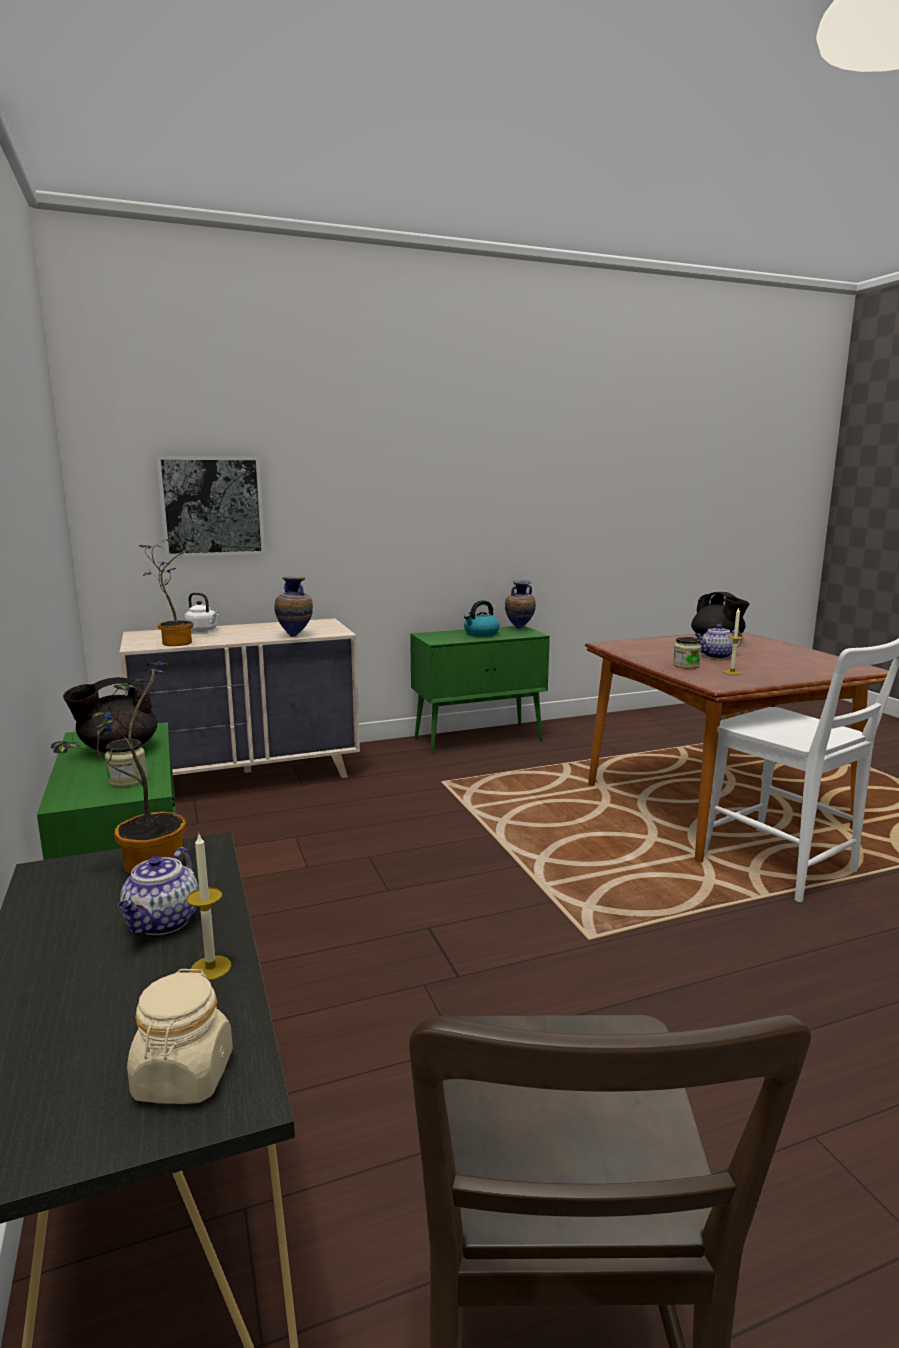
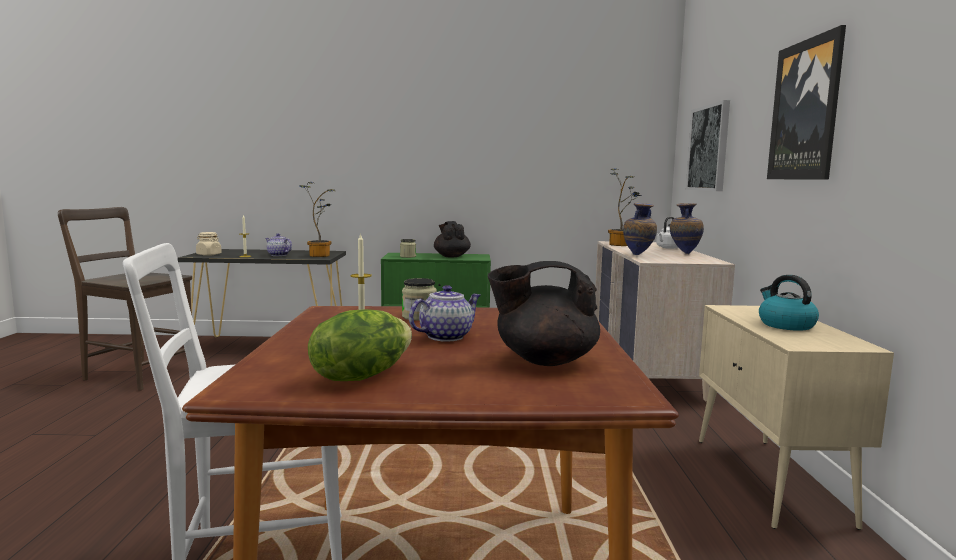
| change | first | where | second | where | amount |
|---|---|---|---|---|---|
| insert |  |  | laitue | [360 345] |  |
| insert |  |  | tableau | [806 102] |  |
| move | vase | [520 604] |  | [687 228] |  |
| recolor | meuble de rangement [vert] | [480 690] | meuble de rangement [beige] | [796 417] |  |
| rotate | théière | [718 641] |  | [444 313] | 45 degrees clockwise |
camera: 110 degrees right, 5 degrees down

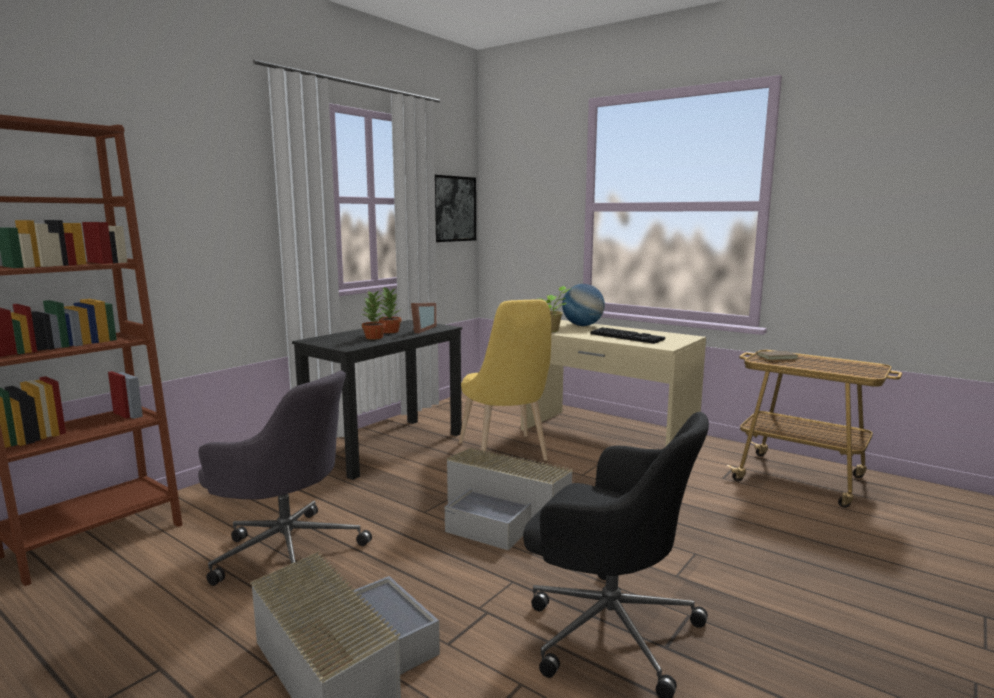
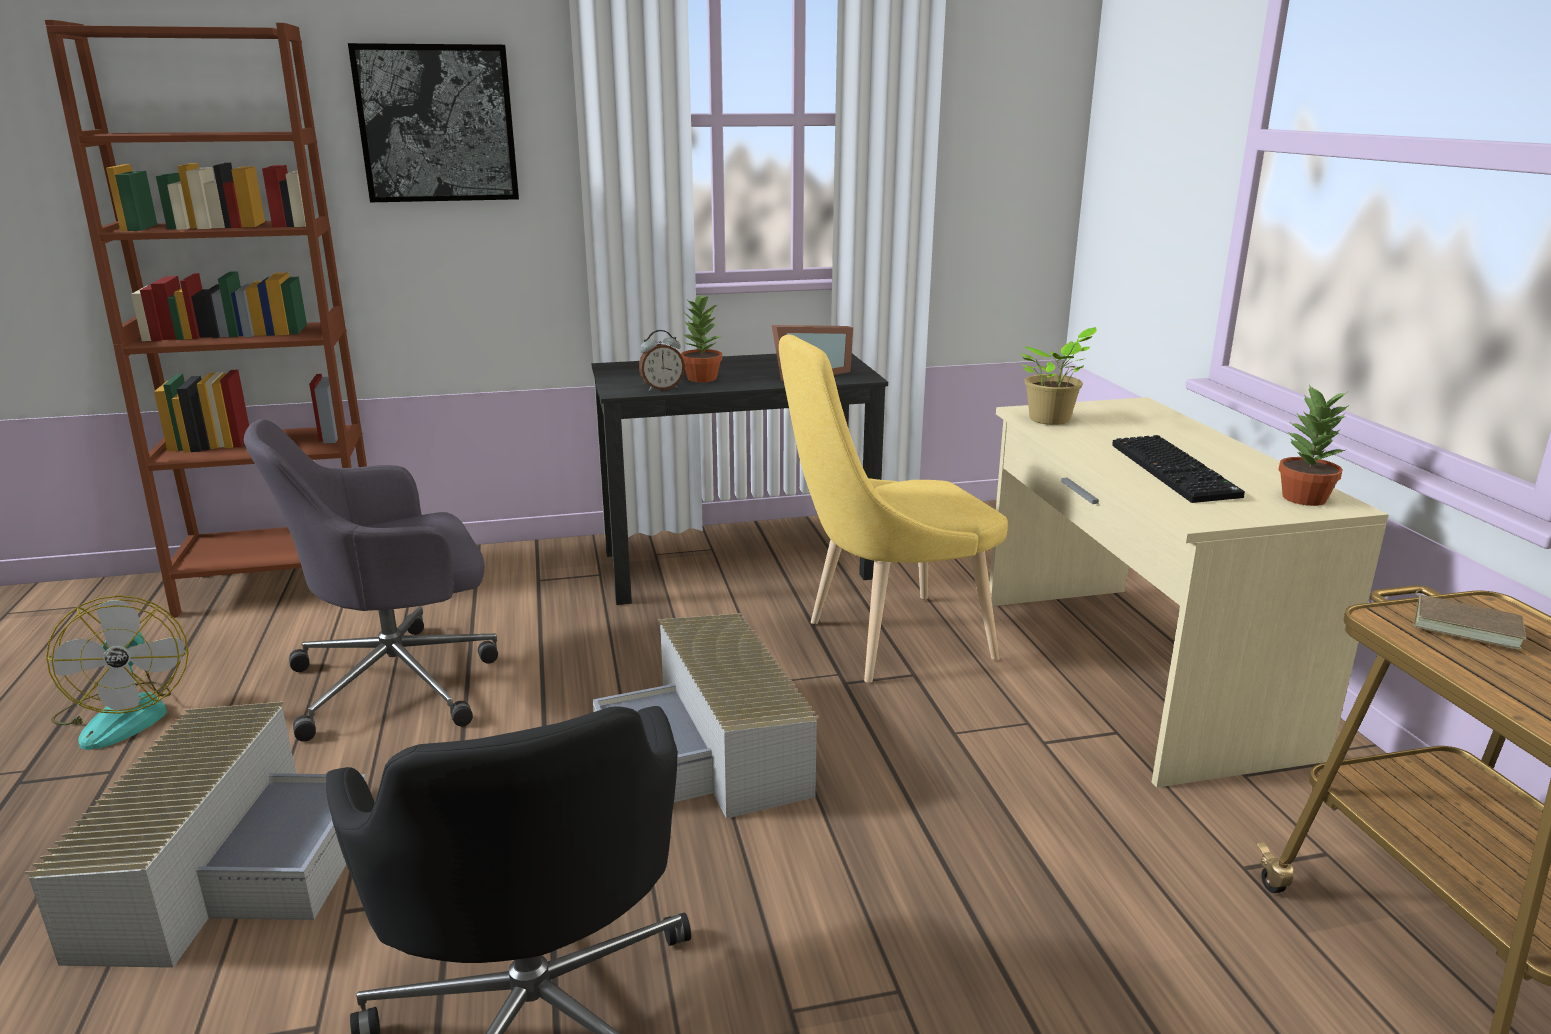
| change | first | where | second | where | amount |
|---|---|---|---|---|---|
| delete | globe | [583 305] |  |  |  |
| insert |  |  | ventilateur | [117 672] |  |
| insert |  |  | réveil | [662 360] |  |
| move | plante en pot | [390 310] |  | [1313 445] |  |
| move | tableau | [455 208] |  | [433 122] |  |
| rotate | chaise de bureau [gris] | [285 478] |  | [371 580] | 90 degrees clockwise |
| rotate | chaise [jaune] | [505 380] |  | [893 508] | 45 degrees clockwise |
camera: 40 degrees right, 10 degrees up

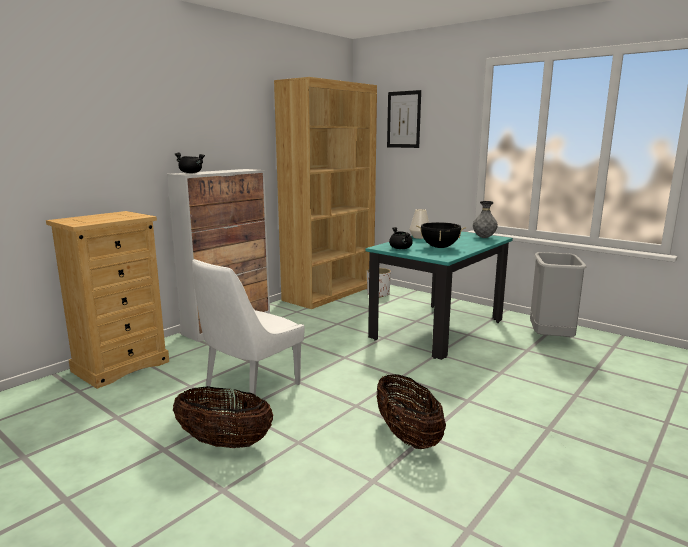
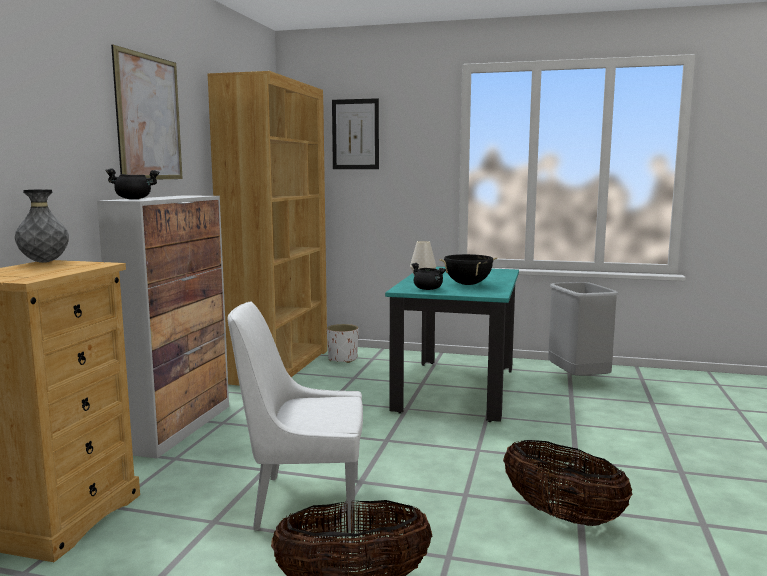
| change | first | where | second | where | amount |
|---|---|---|---|---|---|
| insert |  |  | tableau | [147 112] |  |
| move | vase [gris] | [485 219] |  | [42 226] |  |
| rotate | chaise [blanc] | [248 330] |  | [295 416] | 75 degrees clockwise |
camera: 25 degrees left, 5 degrees down

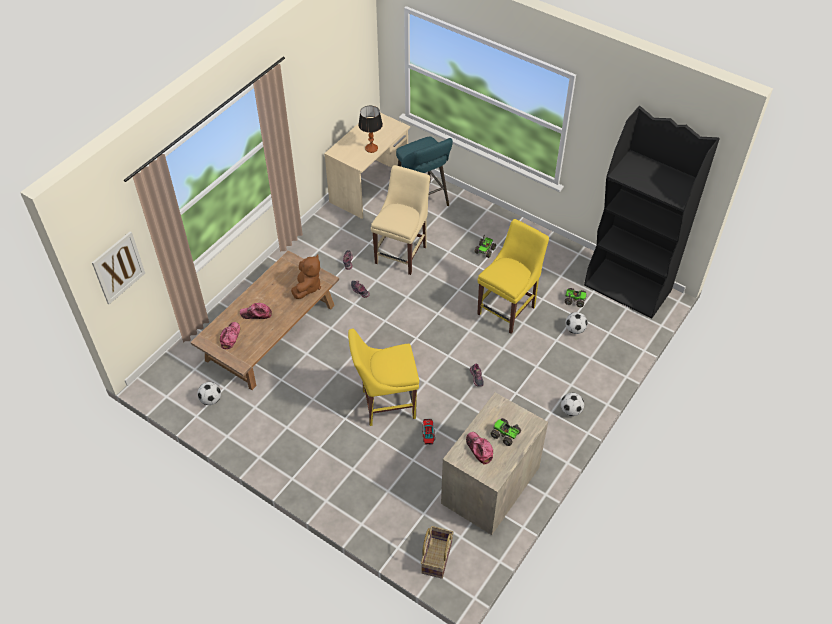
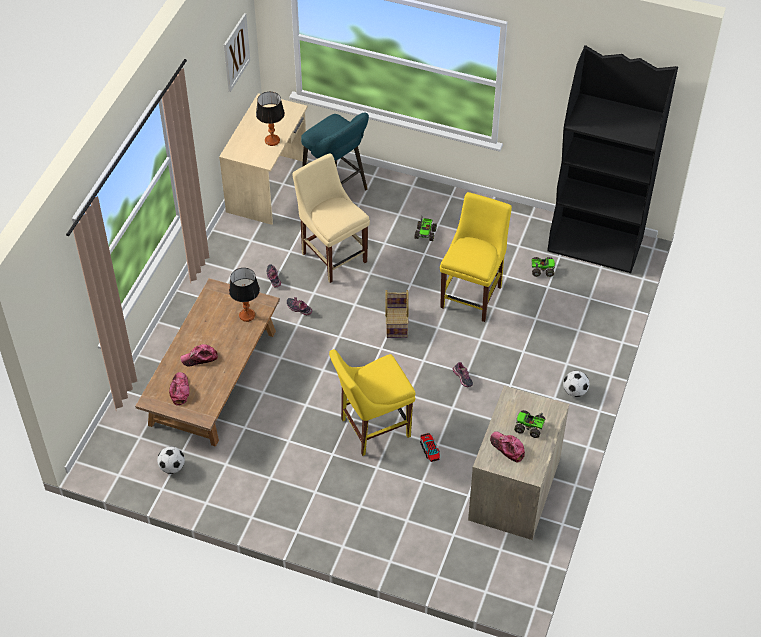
| change | first | where | second | where | amount |
|---|---|---|---|---|---|
| delete | ballon de foot | [576 323] |  |  |  |
| move | tableau | [118 267] |  | [237 52] |  |
| move | panier | [437 552] |  | [397 314] |  |
| replace | peluche [marron] | [306 276] | lampe de table | [244 295] |  |
| rotate | chaise [beige] | [400 220] |  | [331 218] | 45 degrees counterclockwise |
camera: 15 degrees left, 0 degrees up

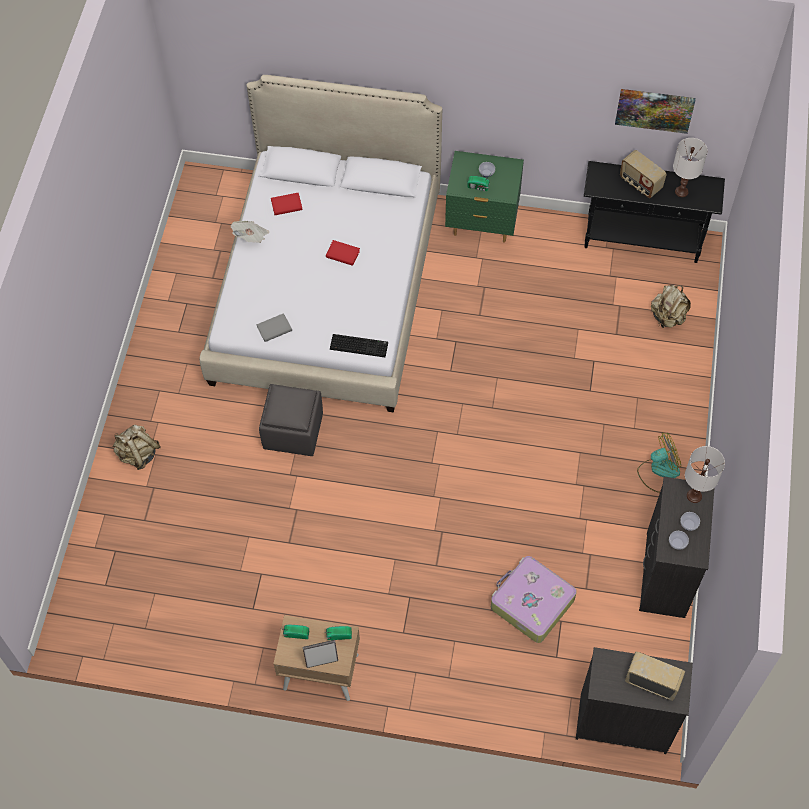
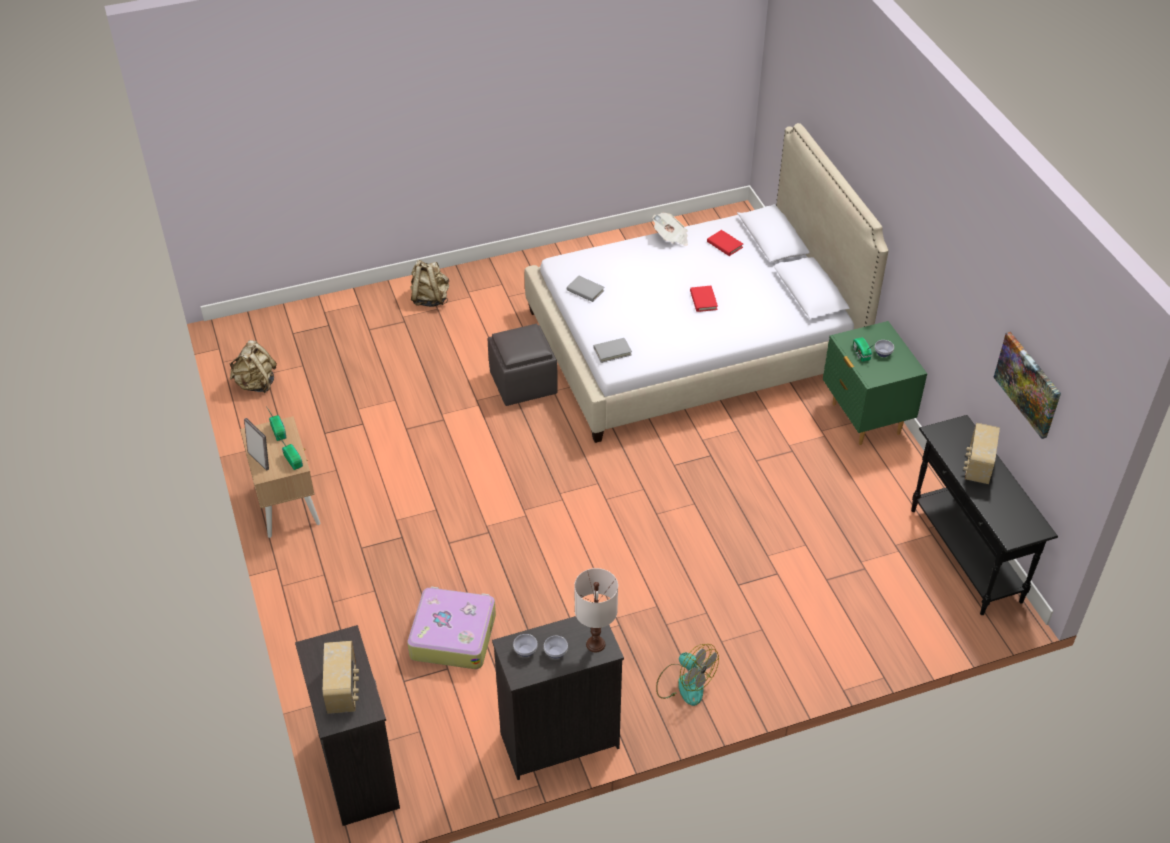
| change | first | where | second | where | amount |
|---|---|---|---|---|---|
| delete | lampe de table [blanc] | [690 167] |  |  |  |
| move | sac à dos [beige] | [671 306] |  | [253 366] |  |
| replace | clavier | [359 345] | livre [gris] | [612 350] |  |
camera: 60 degrees right, 15 degrees down

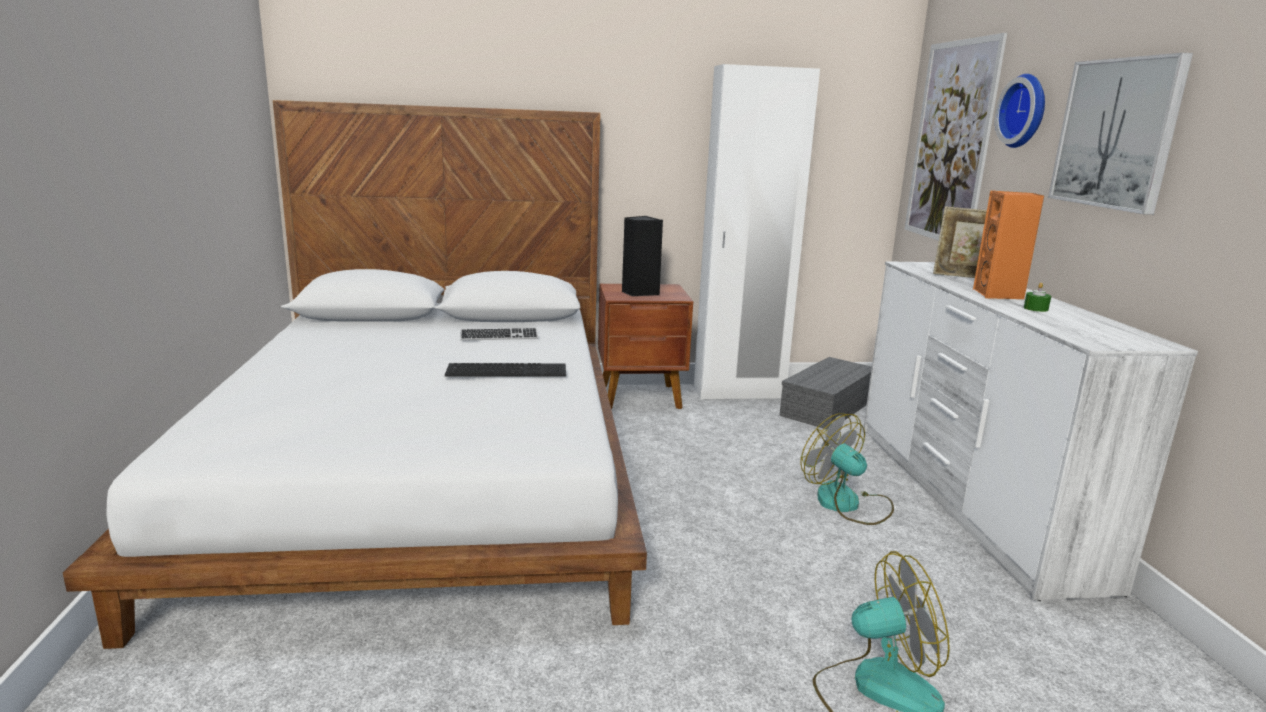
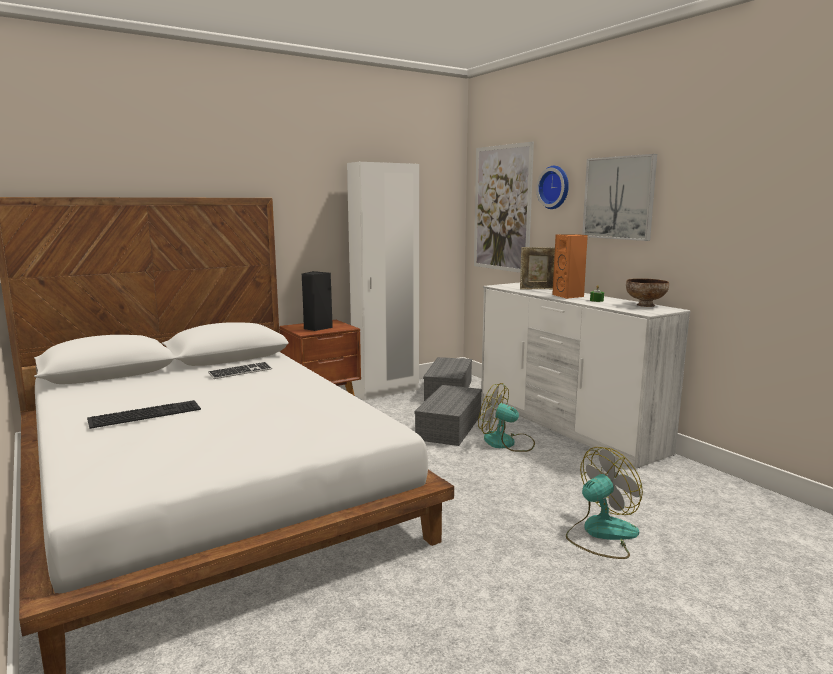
| change | first | where | second | where | amount |
|---|---|---|---|---|---|
| insert |  |  | boîte de rangement [gris] | [448 415] |  |
| insert |  |  | bol | [647 292] |  |
| move | clavier | [505 369] |  | [144 414] |  |
camera: 25 degrees left, 5 degrees down

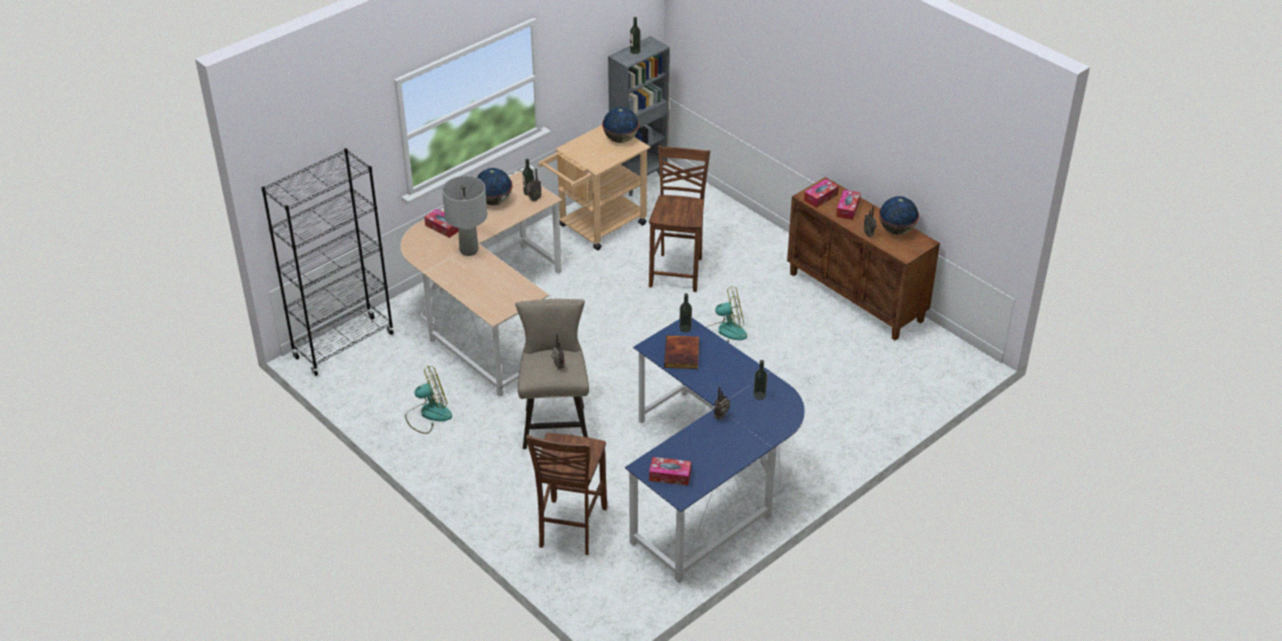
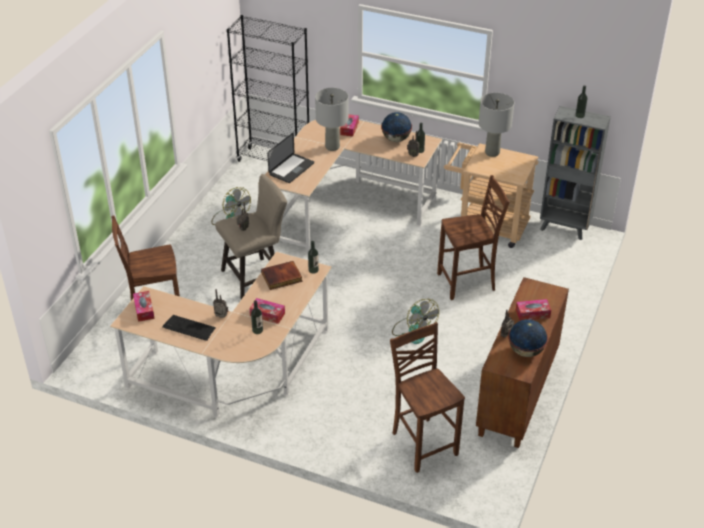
| change | first | where | second | where | amount |
|---|---|---|---|---|---|
| delete | globe | [620 125] |  |  |  |
| insert |  |  | clavier | [189 328] |  |
| insert |  |  | ordinateur portable | [290 158] |  |
| insert |  |  | chaise [marron] | [427 397] |  |
| insert |  |  | lampe de table [gris] | [497 125] |  |
| move | boîte à mouchoirs | [821 193] |  | [267 311] |  |
| recolor | bureau [bleu] | [715 451] | bureau [beige] | [221 335] |  |
camera: 65 degrees right, 0 degrees up

